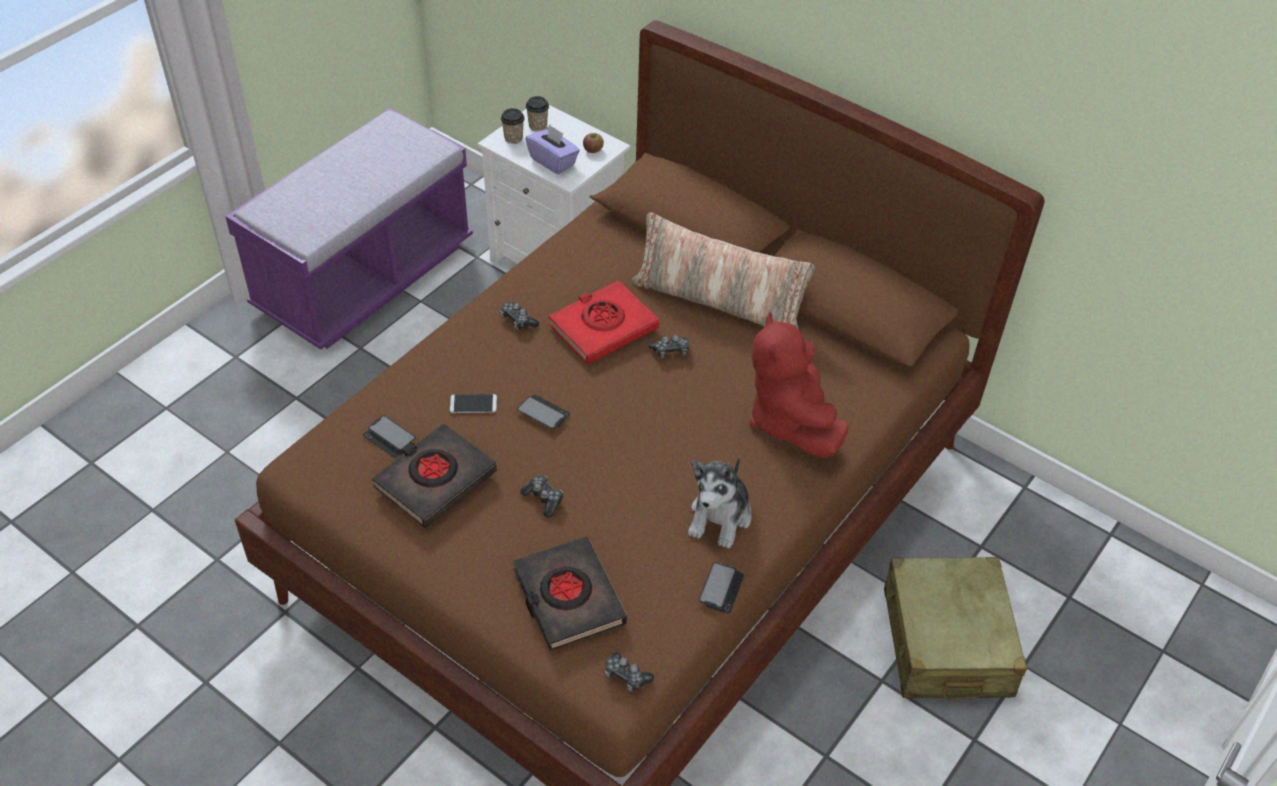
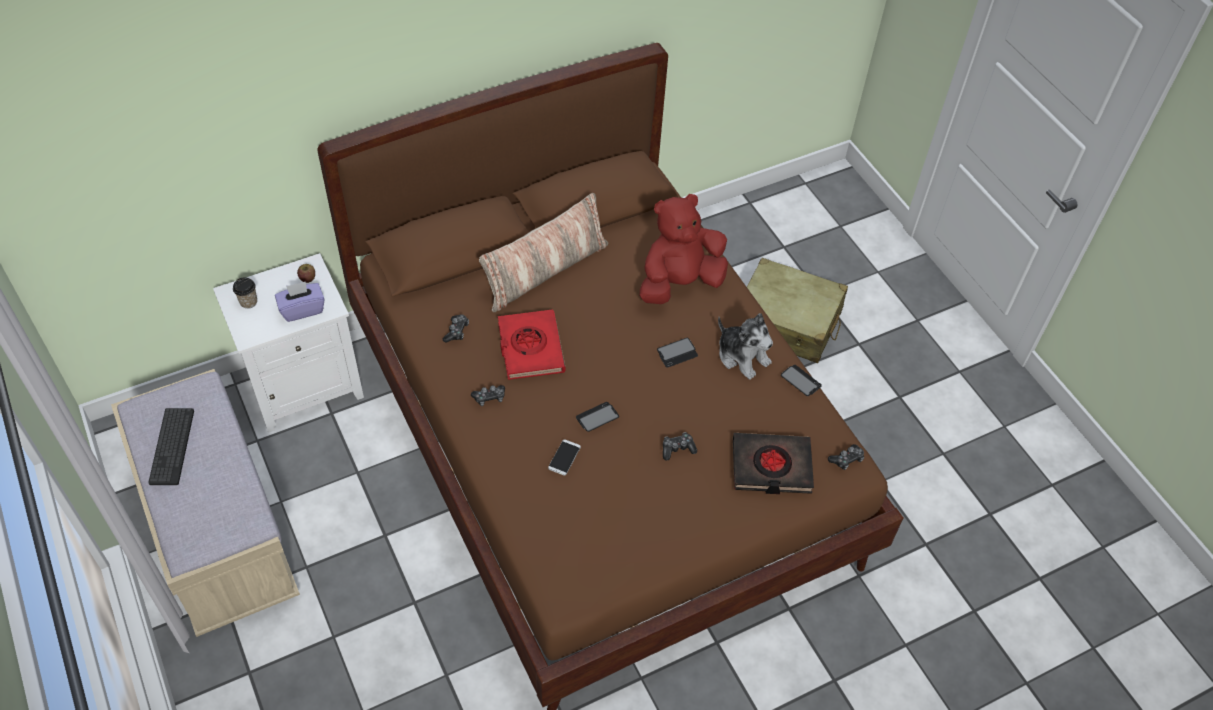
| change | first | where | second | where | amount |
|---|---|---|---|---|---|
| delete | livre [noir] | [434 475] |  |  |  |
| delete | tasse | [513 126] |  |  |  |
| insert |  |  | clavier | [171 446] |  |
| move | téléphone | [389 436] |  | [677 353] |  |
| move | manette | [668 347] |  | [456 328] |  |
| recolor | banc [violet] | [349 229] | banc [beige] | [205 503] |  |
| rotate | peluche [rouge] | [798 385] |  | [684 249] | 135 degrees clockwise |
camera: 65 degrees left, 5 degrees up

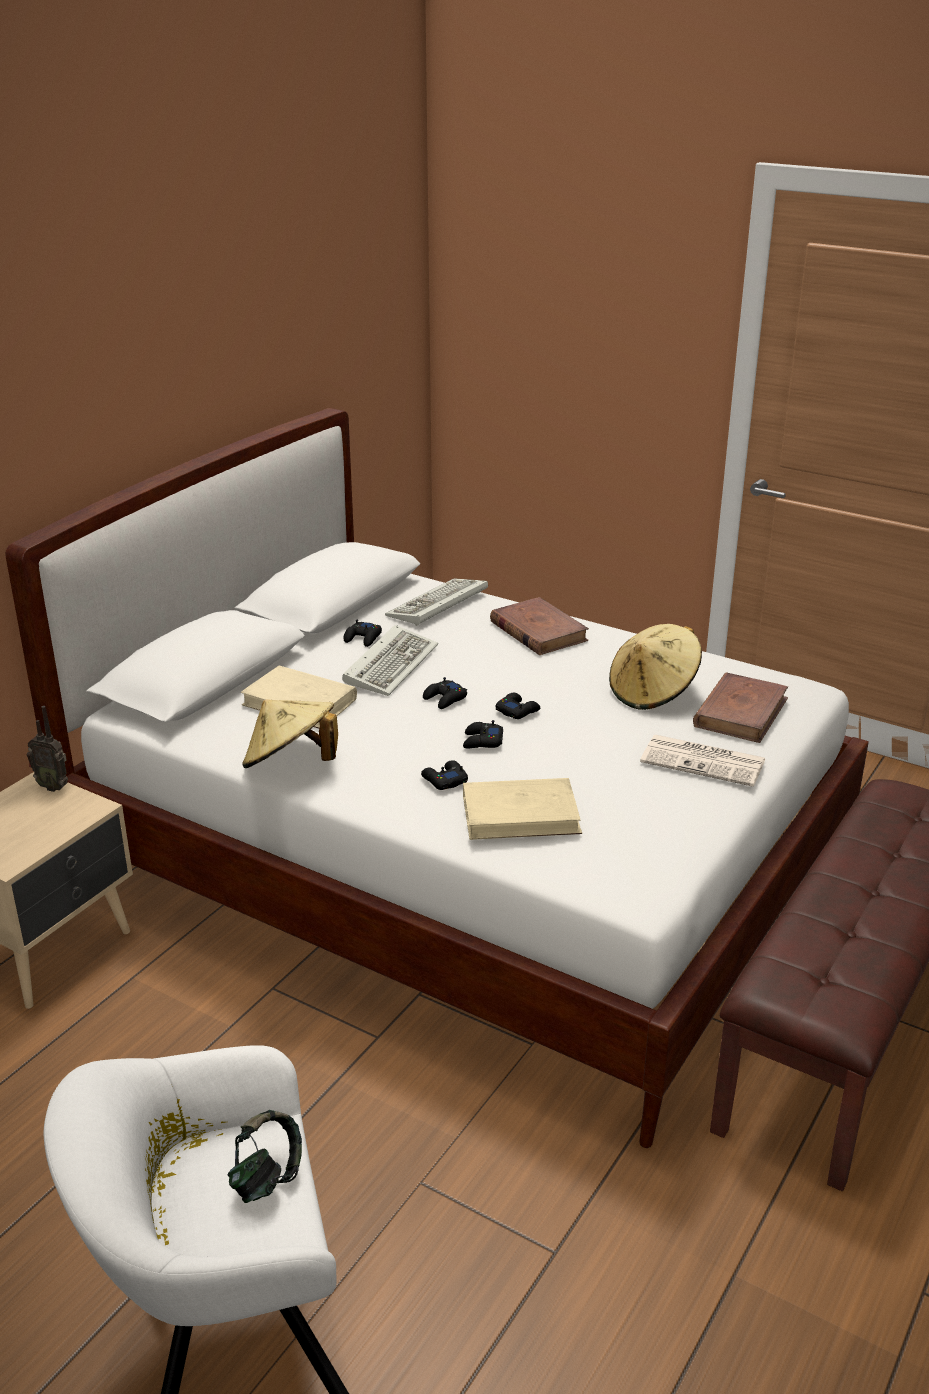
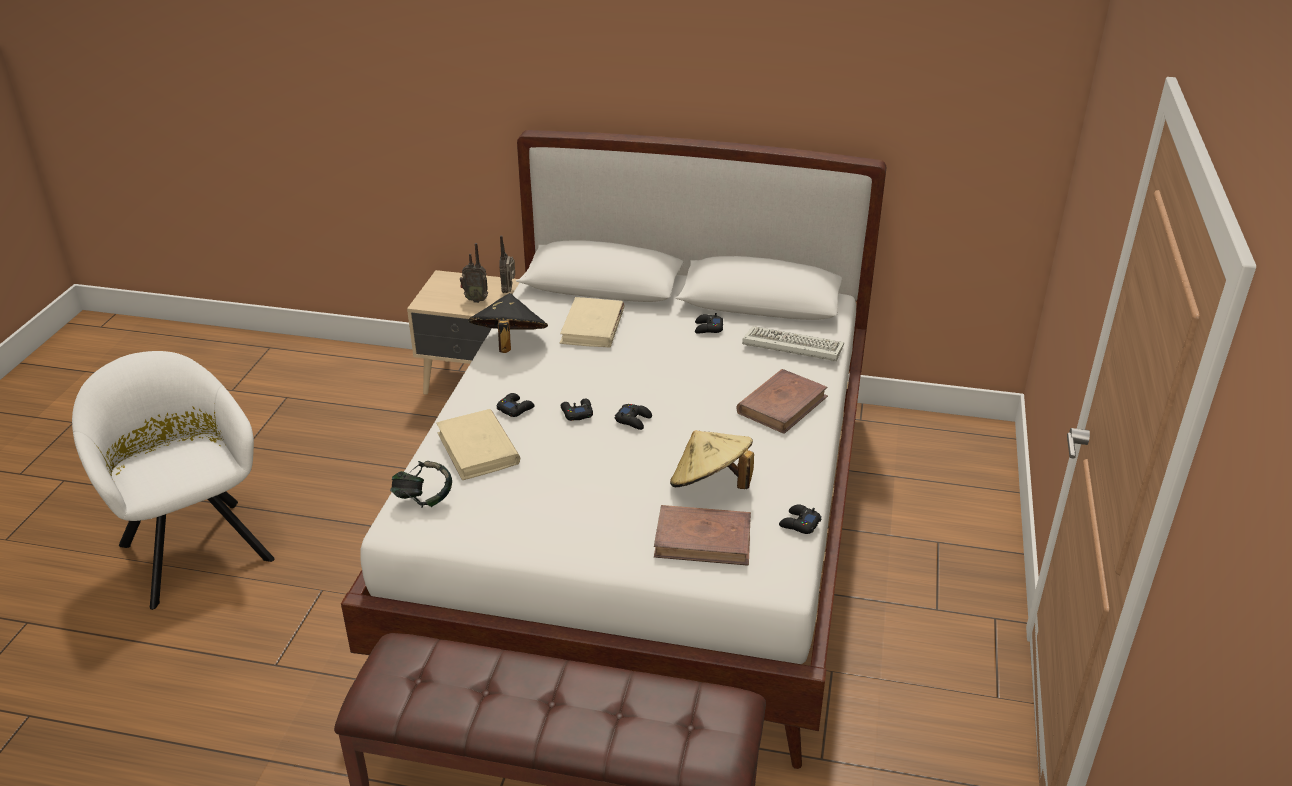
| change | first | where | second | where | amount |
|---|---|---|---|---|---|
| delete | clavier | [390 660] |  |  |  |
| delete | journal | [703 761] |  |  |  |
| insert |  |  | radio | [474 273] |  |
| move | casque audio | [265 1156] |  | [421 484] |  |
| move | manette [noir] | [445 693] |  | [800 519] |  |
| recolor | chapeau [beige] | [290 733] | chapeau [noir] | [508 323] |  |
camera: 70 degrees right, 5 degrees up

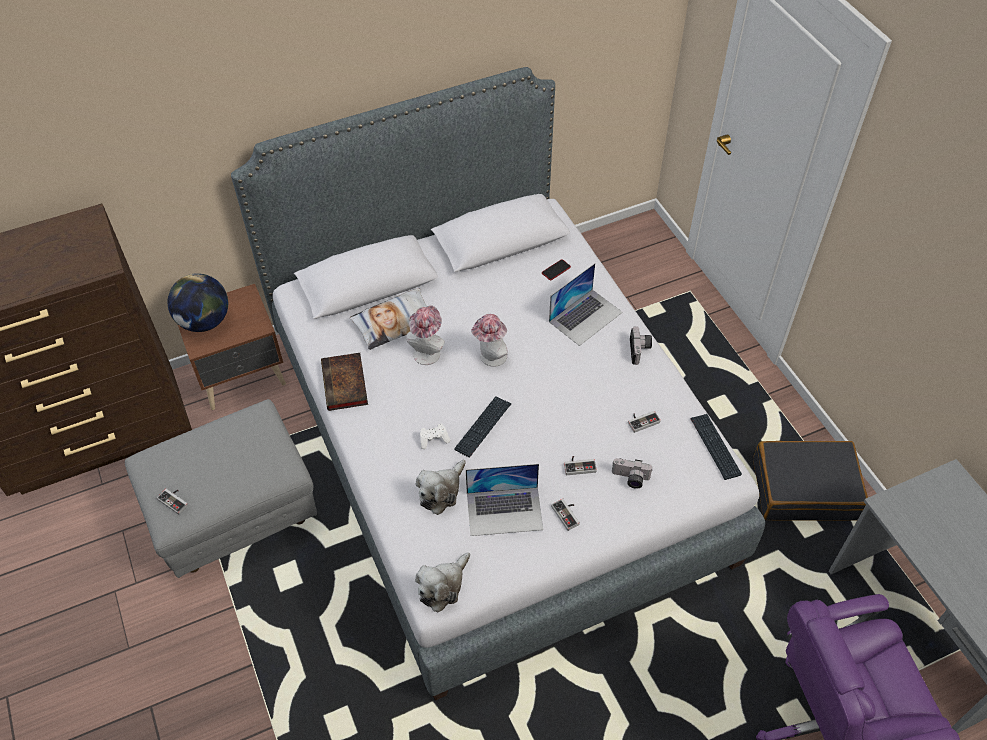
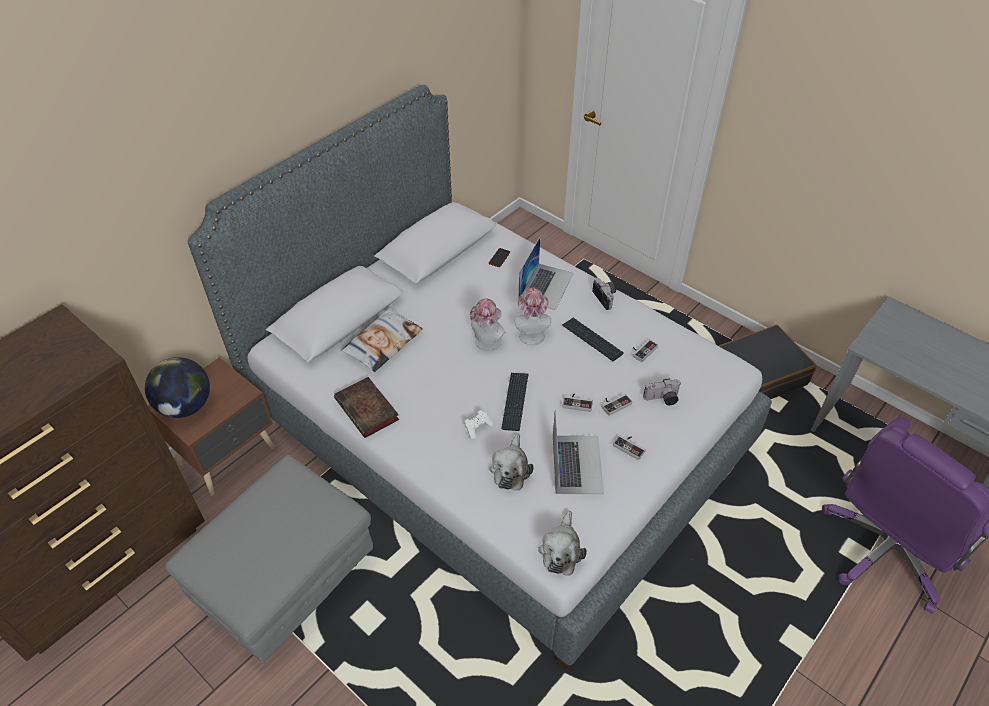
| change | first | where | second | where | amount |
|---|---|---|---|---|---|
| move | manette | [172 502] |  | [577 402] |  |
| move | chapeau | [425 335] |  | [532 316] |  |
| move | clavier | [716 447] |  | [593 339] |  |
| rotate | ordinateur portable | [504 500] |  | [578 451] | 60 degrees counterclockwise |
camera: 25 degrees left, 5 degrees down

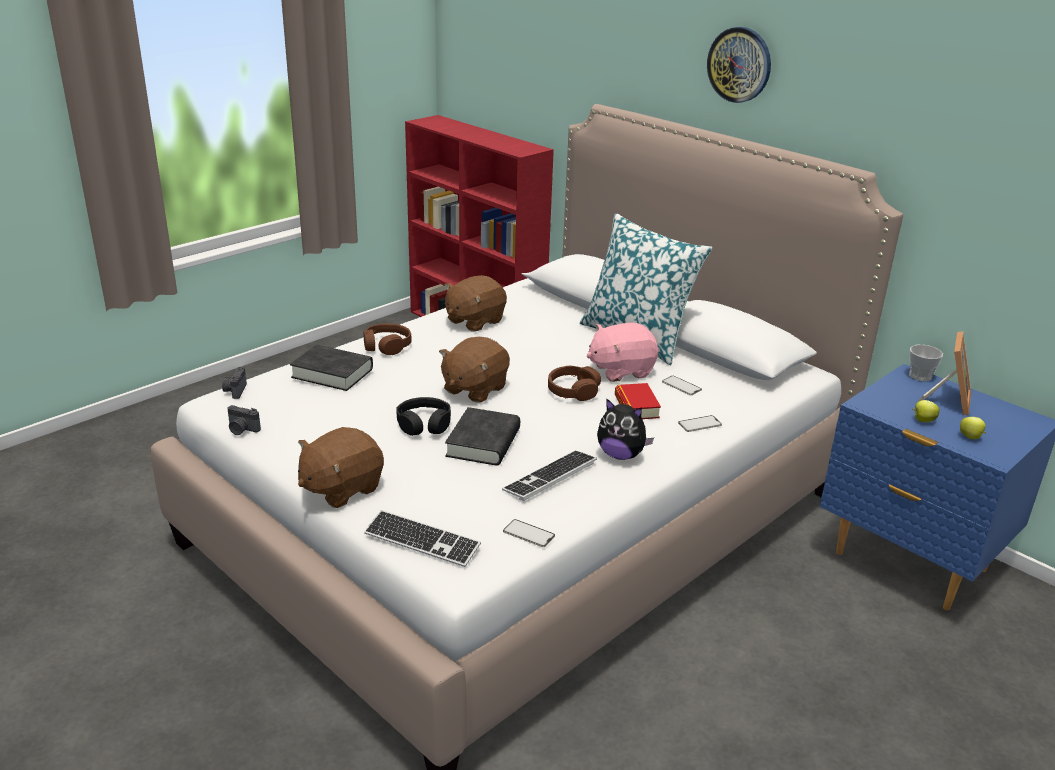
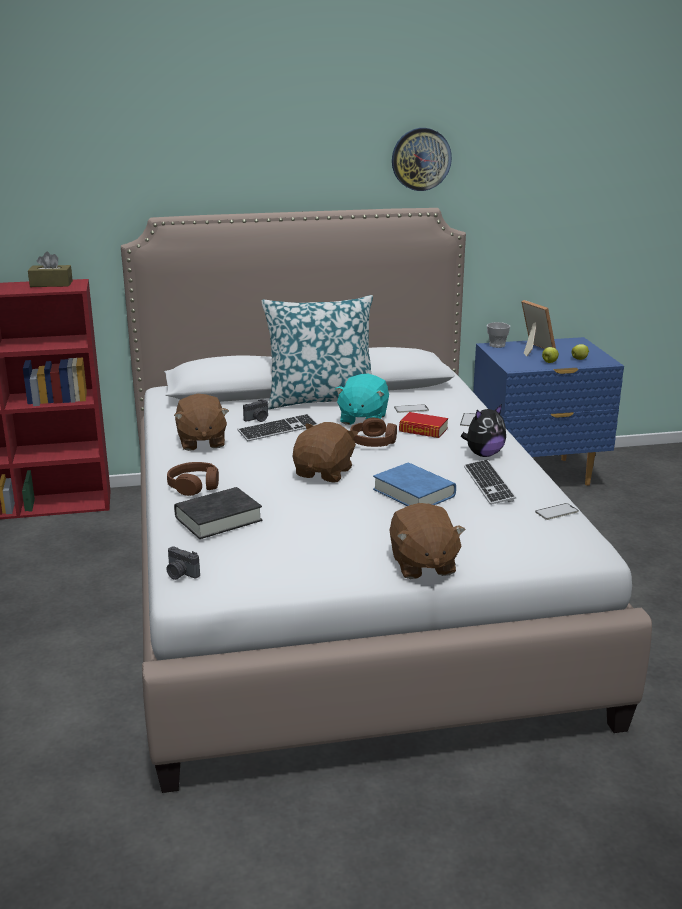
| change | first | where | second | where | amount |
|---|---|---|---|---|---|
| delete | casque audio [noir] | [423 416] |  |  |  |
| insert |  |  | boîte à mouchoirs [marron] | [50 269] |  |
| move | appareil photo | [244 420] |  | [255 410] |  |
| move | clavier | [422 538] |  | [278 427] |  |
| move | horloge murale | [739 65] |  | [422 159] |  |
| recolor | livre [noir] | [482 436] | livre [bleu] | [414 484] |  |
| recolor | peluche [rose] | [622 352] | peluche [turquoise] | [362 399] |  |
| rotate | peluche [marron] | [474 370] |  | [325 452] | 135 degrees counterclockwise |
camera: 55 degrees left, 5 degrees down

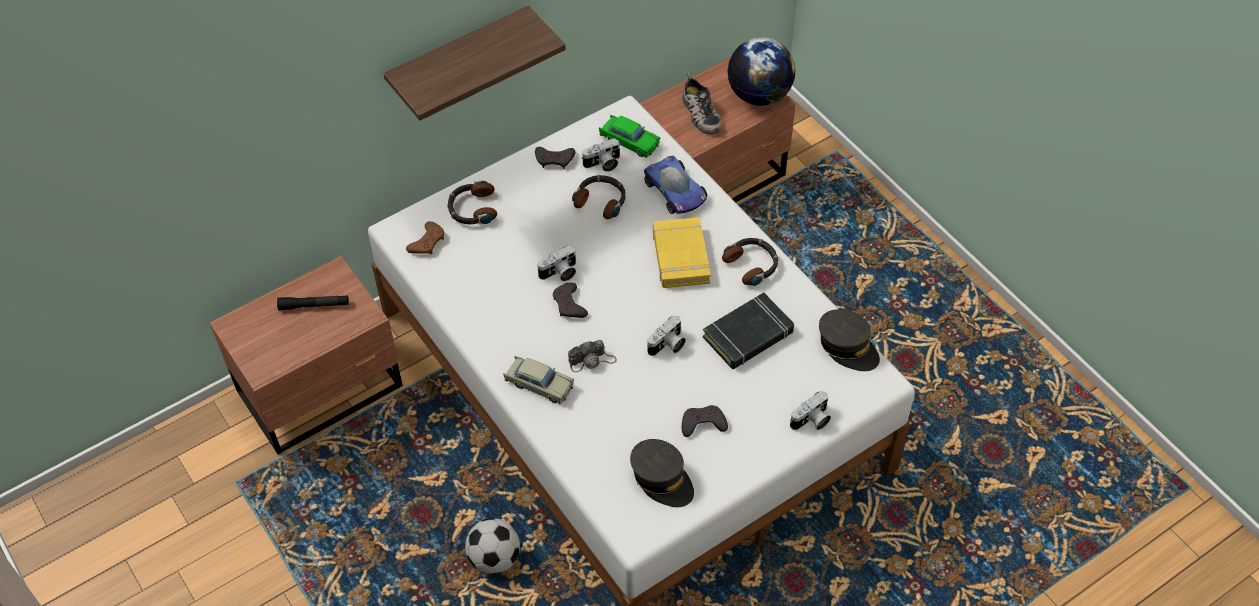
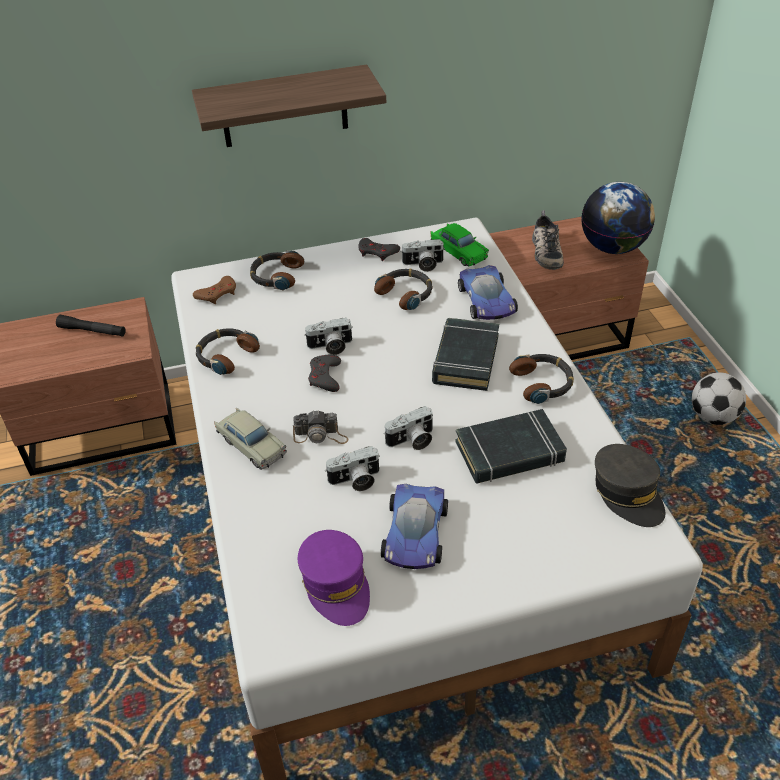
| change | first | where | second | where | amount |
|---|---|---|---|---|---|
| insert |  |  | casque audio | [228 351] |  |
| move | ballon de foot | [492 546] |  | [719 398] |  |
| move | appareil photo | [810 410] |  | [353 468] |  |
| replace | manette [gris] | [705 421] | petite voiture | [414 526] |  |
| recolor | casquette [gris] | [662 473] | casquette [violet] | [334 578] |  |
| recolor | livre [jaune] | [682 252] | livre [noir] | [465 354] |  |
camera: 20 degrees right, 10 degrees down

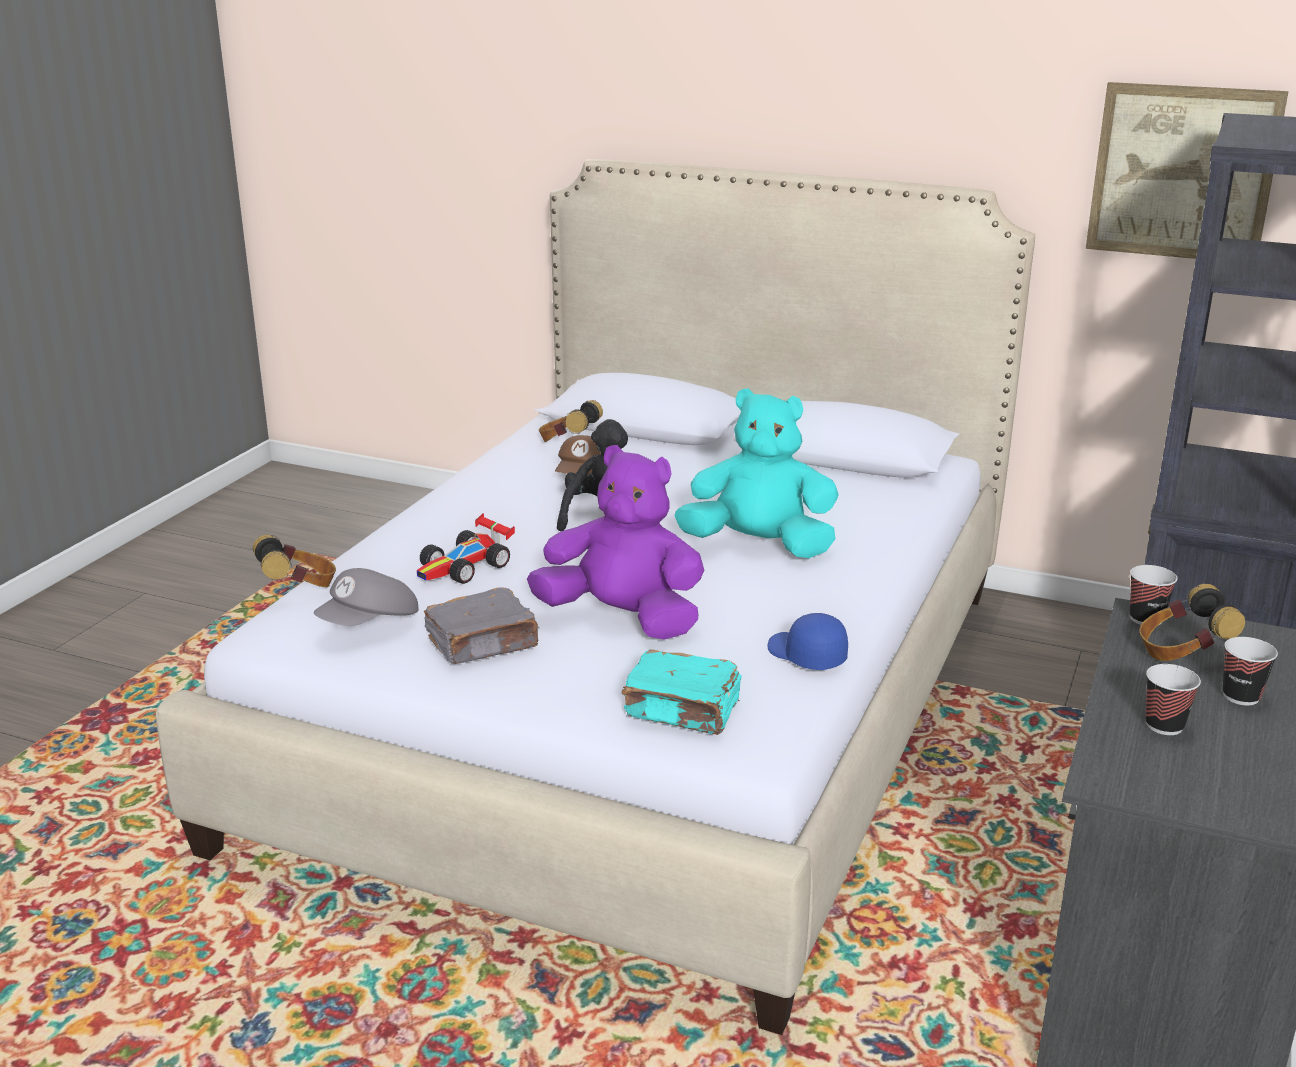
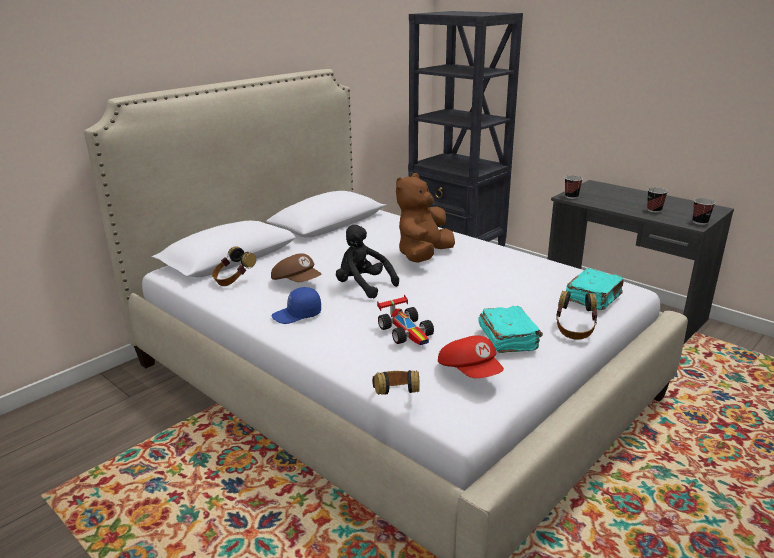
| change | first | where | second | where | amount |
|---|---|---|---|---|---|
| delete | peluche [violet] | [615 542] |  |  |  |
| delete | tableau | [1187 170] |  |  |  |
| move | casquette [bleu] | [807 641] |  | [296 305] |  |
| move | casque audio | [1192 622] |  | [576 315] |  |
| move | tasse | [1250 671] |  | [704 211] |  |
| recolor | casquette [gris] | [366 597] | casquette [rouge] | [471 356] |  |
| recolor | livre [gris] | [482 625] | livre [turquoise] | [510 329] |  |
| recolor | peluche [turquoise] | [756 473] | peluche [marron] | [425 218] |  |
camera: 70 degrees left, 0 degrees up

